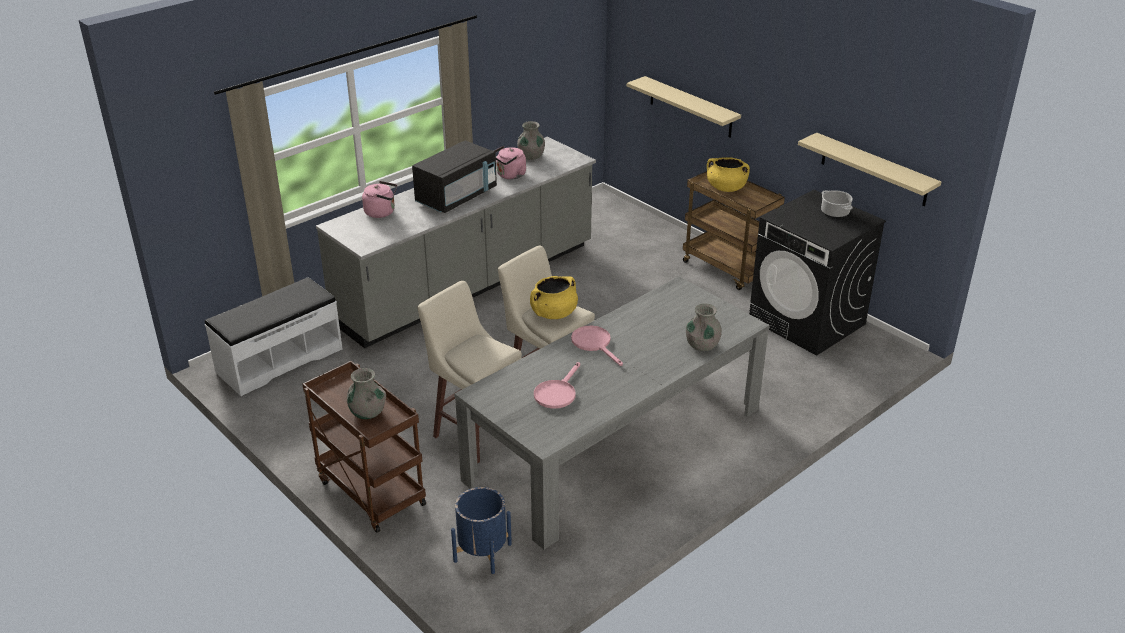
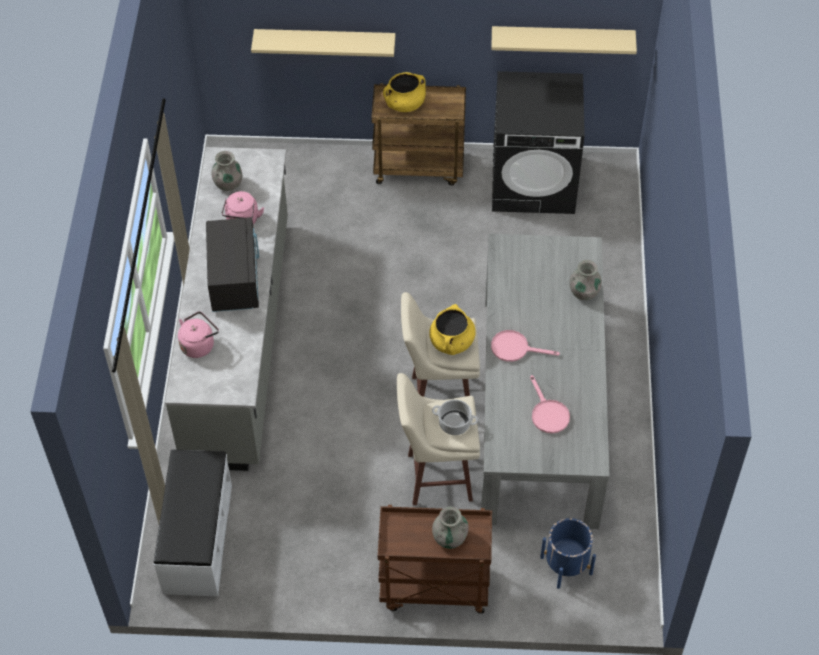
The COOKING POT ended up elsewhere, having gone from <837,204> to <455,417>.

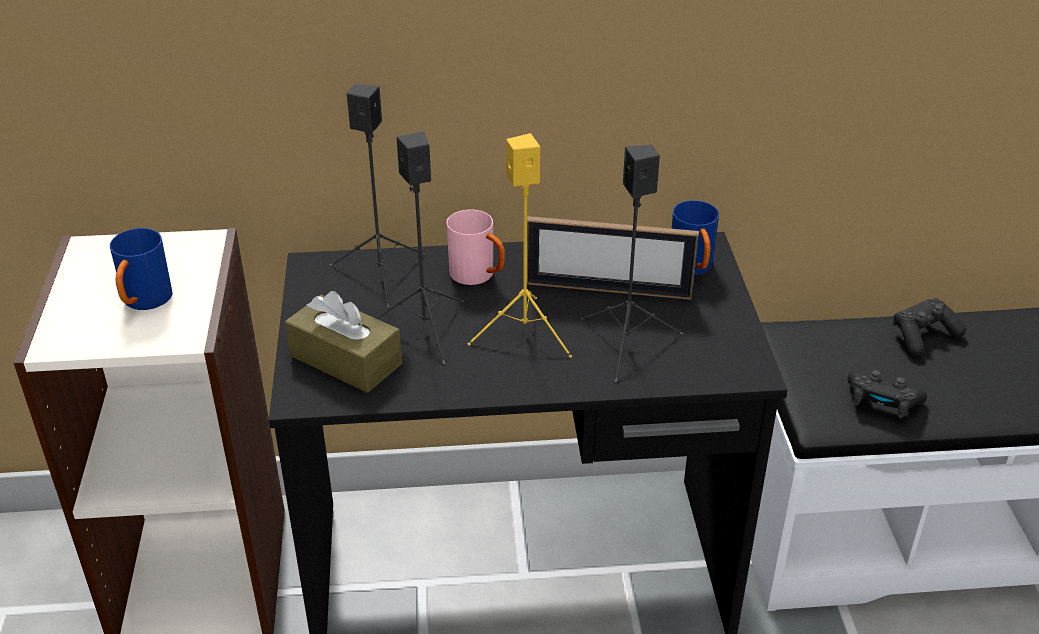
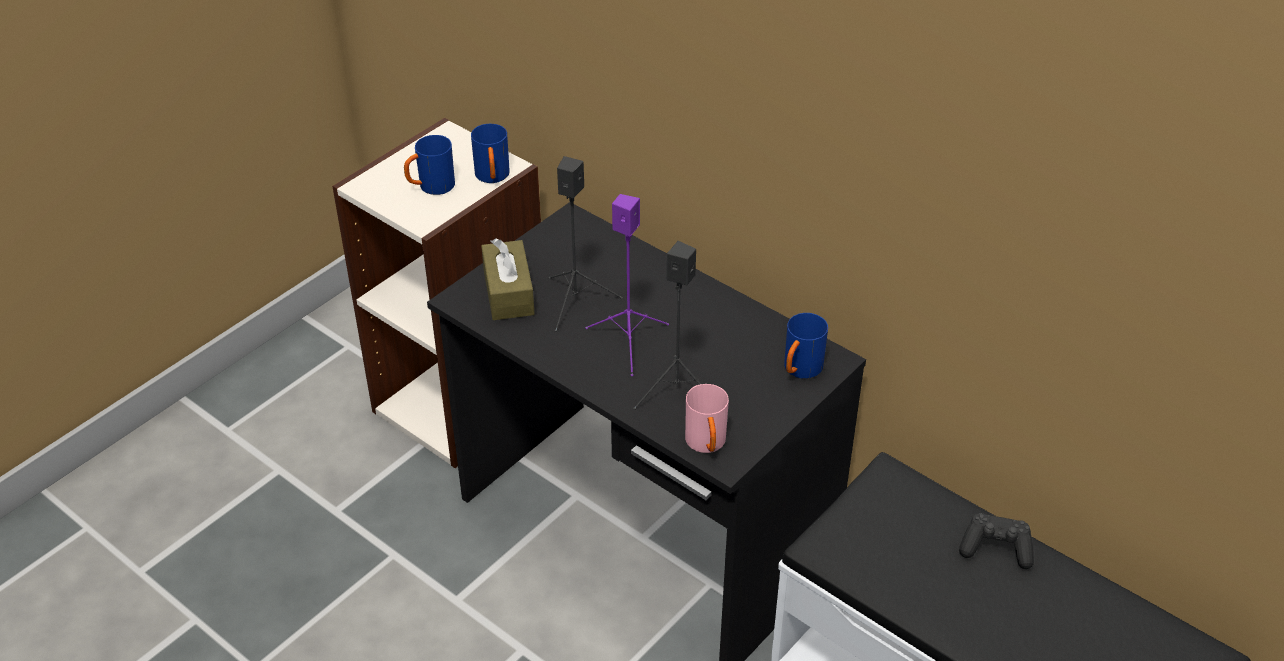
The second view lost the BLACK SPEAKER at <378,196>.
The PINK MUG ended up elsewhere, having gone from <475,247> to <707,418>.
What was the YELLOW SPEAKER at <520,245> turned into the PURPLE SPEAKER at <627,285>.
The second view lost the PICTURE FRAME at <613,258>.
The second view lost the BLACK GAME CONTROLLER at <887,394>.
The second view gained the BLUE MUG at <490,153>.

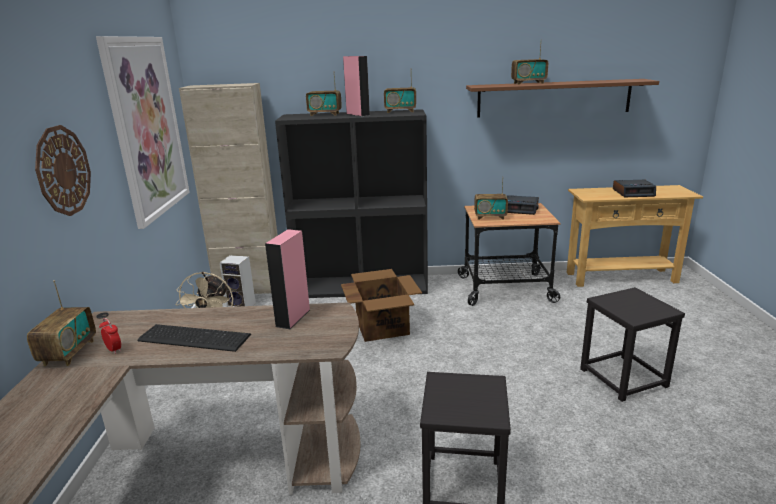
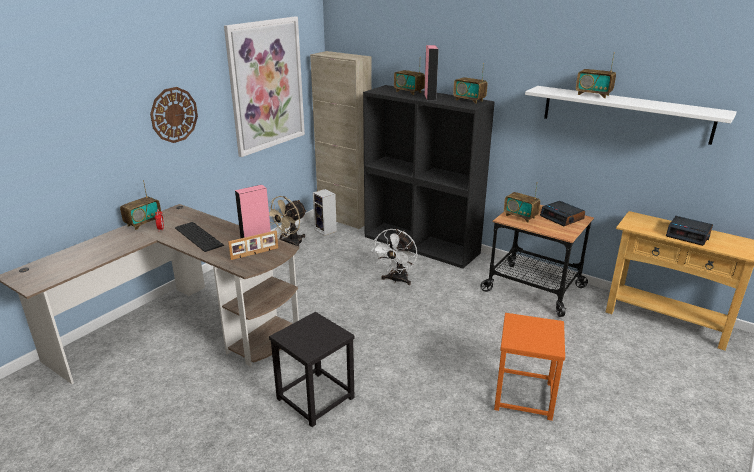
Where the CARDBOARD BOX stood at <381,305>, the WHITE FAN came to stand at <394,257>.
What was the BROWN SHELF at <562,98> turned into the WHITE SHELF at <631,115>.
What was the BLACK STOOL at <632,344> turned into the ORANGE STOOL at <529,367>.
The second view gained the PICTURE FRAME at <253,245>.

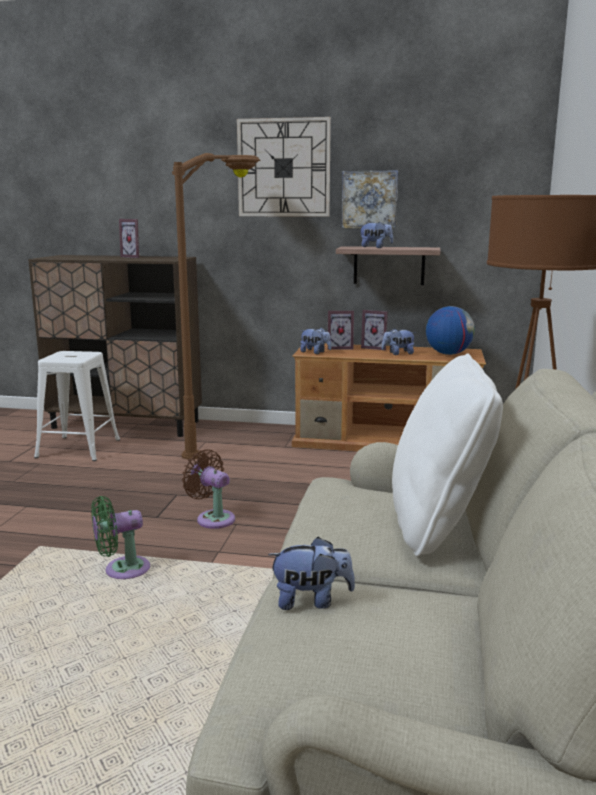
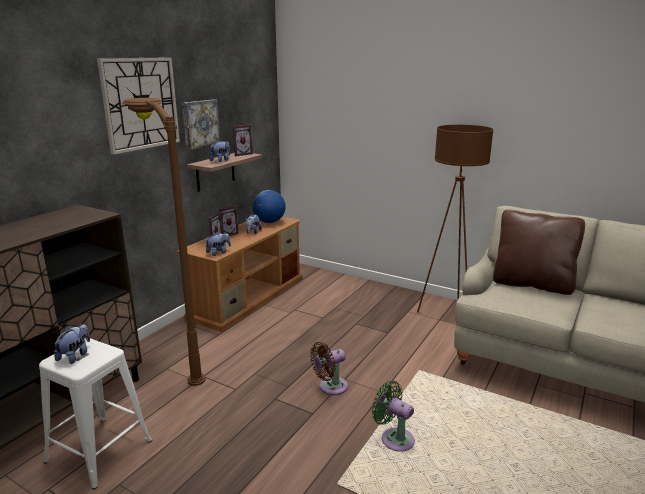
The GREEN FAN at <120,537> ended up facing another way, 135 degrees clockwise from before.
The PICTURE FRAME ended up elsewhere, having gone from <130,238> to <243,140>.
The PLUSH TOY ended up elsewhere, having gone from <311,573> to <72,344>.
What was the WHITE PILLOW at <447,455> turned into the BROWN PILLOW at <539,252>.

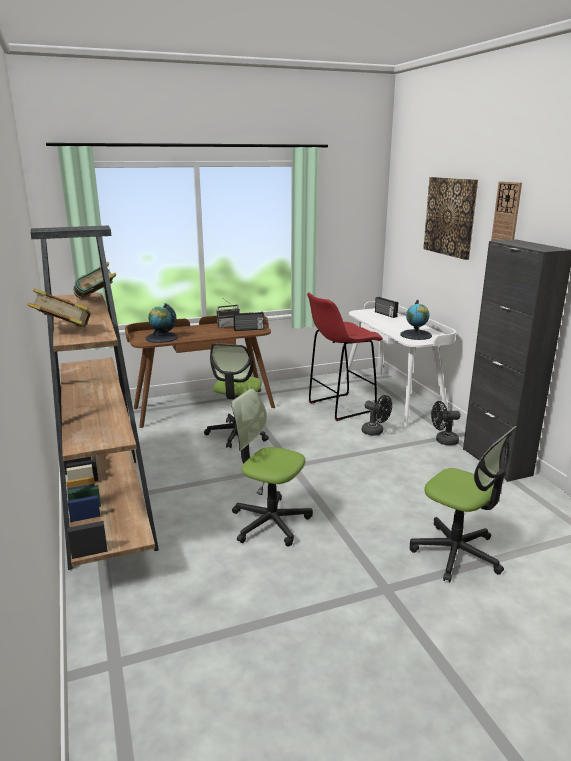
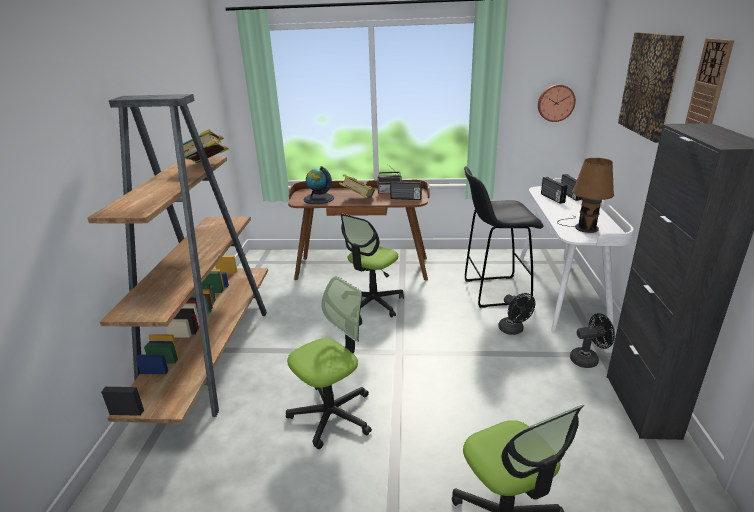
The BOOK ended up elsewhere, having gone from <59,307> to <357,186>.
The OFFICE CHAIR at <272,467> ended up facing another way, 90 degrees clockwise from before.
What was the RED STOOL at <345,356> turned into the BLACK STOOL at <504,237>.
Where the GLOBE stood at <416,320>, the BROWN TABLE LAMP came to stand at <585,195>.
The BLACK FAN at <445,423> ended up facing another way, 150 degrees clockwise from before.
The second view gained the WALL CLOCK at <557,103>.
The second view gained the RADIO at <554,190>.

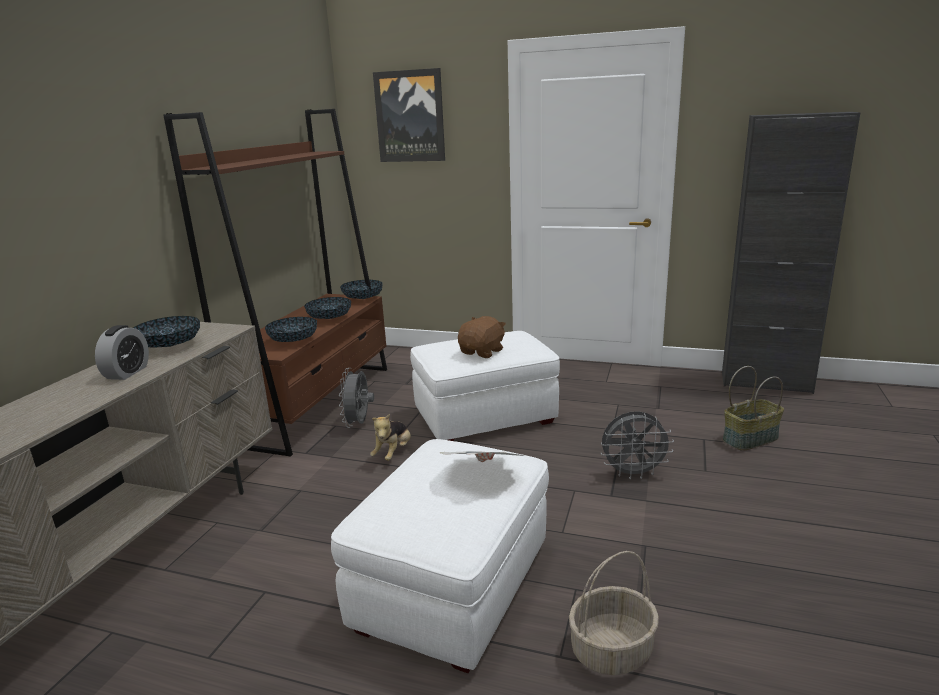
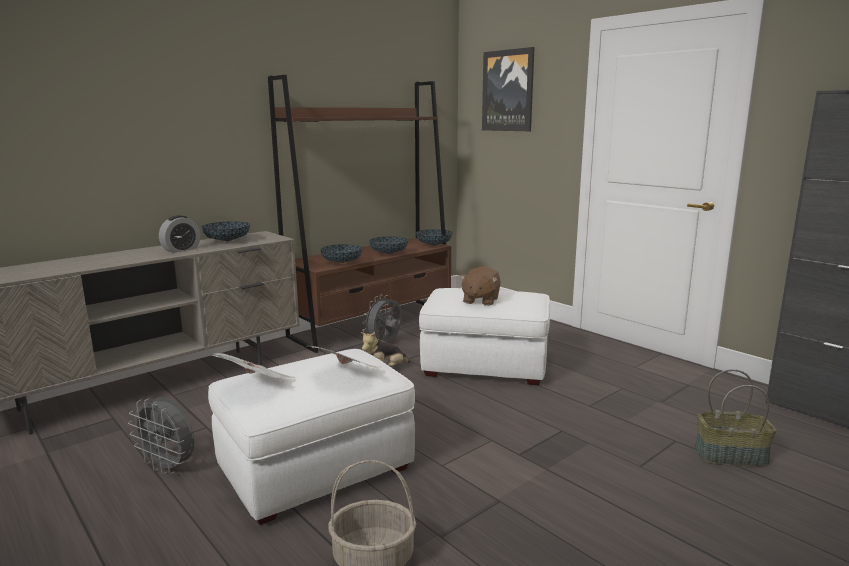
The BROWN PLUSH TOY at <482,337> ended up facing another way, 135 degrees clockwise from before.
The GREY FAN ended up elsewhere, having gone from <637,445> to <161,435>.
The second view gained the NEWSPAPER at <253,366>.

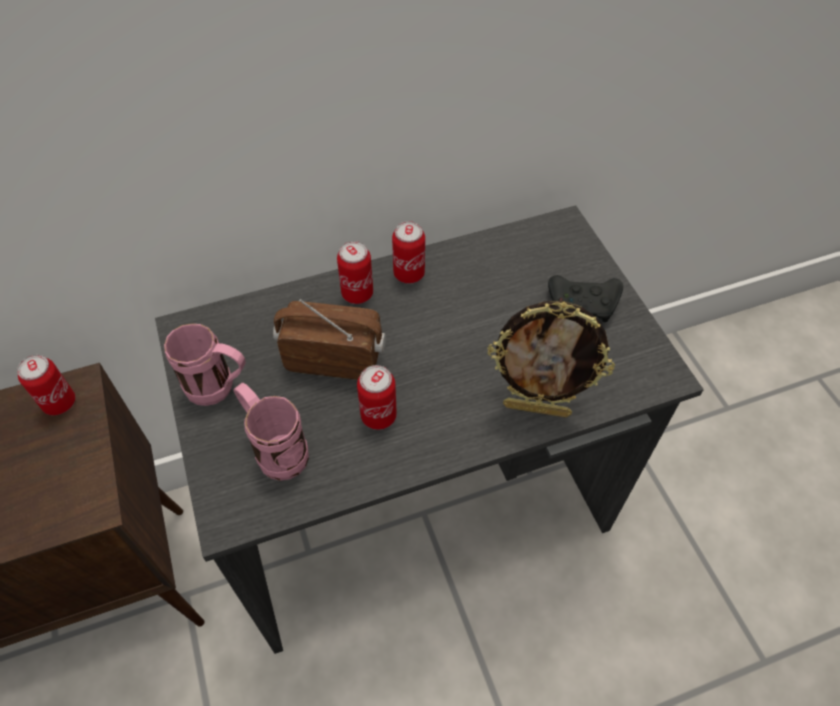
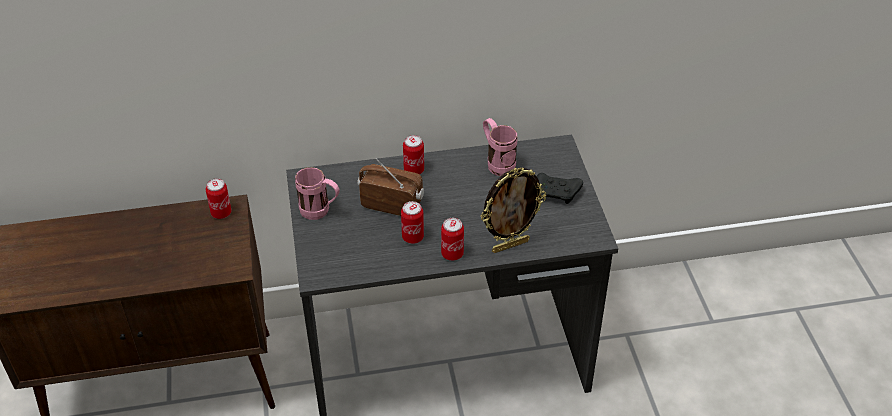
The PINK MUG ended up elsewhere, having gone from <271,432> to <500,147>.
The CAN ended up elsewhere, having gone from <408,252> to <452,239>.
The PICTURE FRAME at <551,359> ended up facing another way, 45 degrees counterclockwise from before.

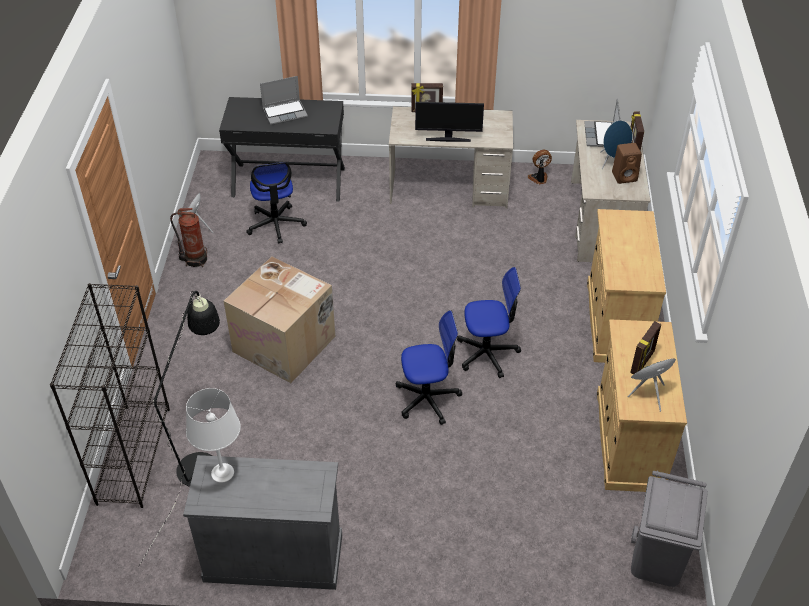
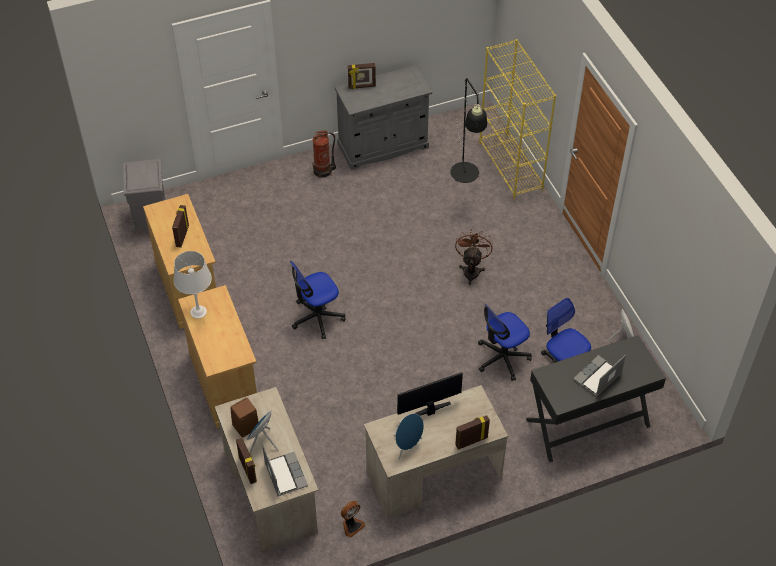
What was the BLACK BOOKCASE at <110,395> turned into the YELLOW BOOKCASE at <517,119>.
The FIRE EXTINGUISHER ended up elsewhere, having gone from <188,237> to <324,154>.
The WHITE TABLE LAMP ended up elsewhere, having gone from <213,435> to <193,284>.
Where the CARDBOARD BOX stood at <279,320>, the BROWN FAN came to stand at <474,257>.
The OFFICE CHAIR ended up elsewhere, having gone from <429,367> to <505,342>.
The BLUE SPEAKER ended up elsewhere, having gone from <652,385> to <409,437>.
The second view gained the PICTURE FRAME at <362,76>.

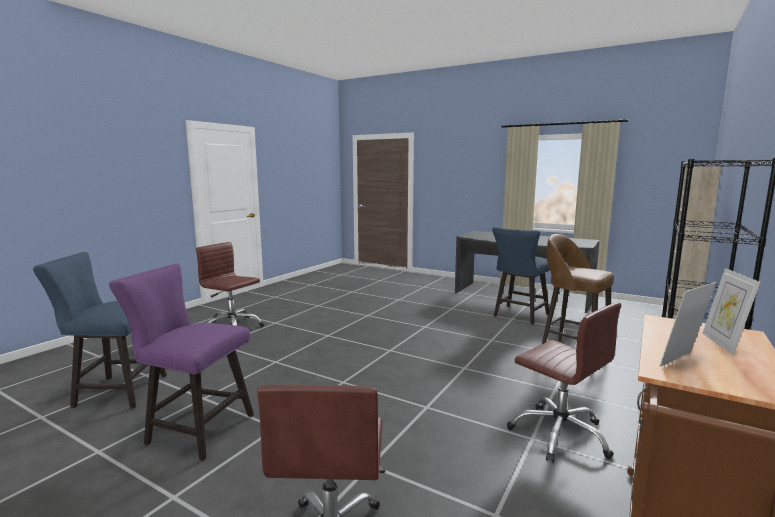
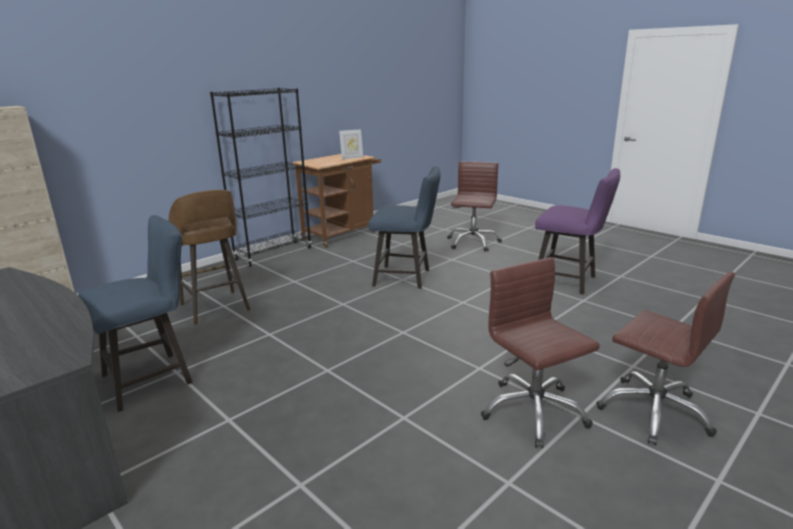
The BLUE CHAIR ended up elsewhere, having gone from <100,330> to <404,227>.
The BROWN OFFICE CHAIR ended up elsewhere, having gone from <564,382> to <540,352>.
The second view lost the PICTURE FRAME at <732,311>.

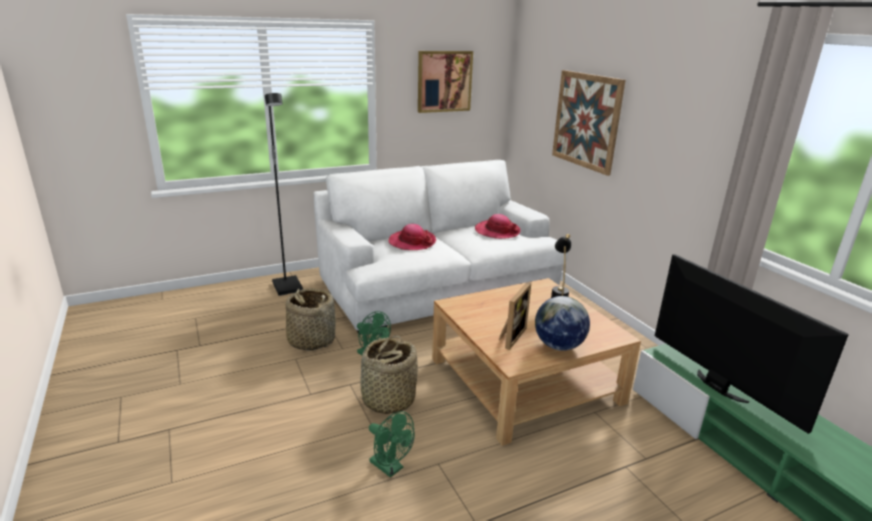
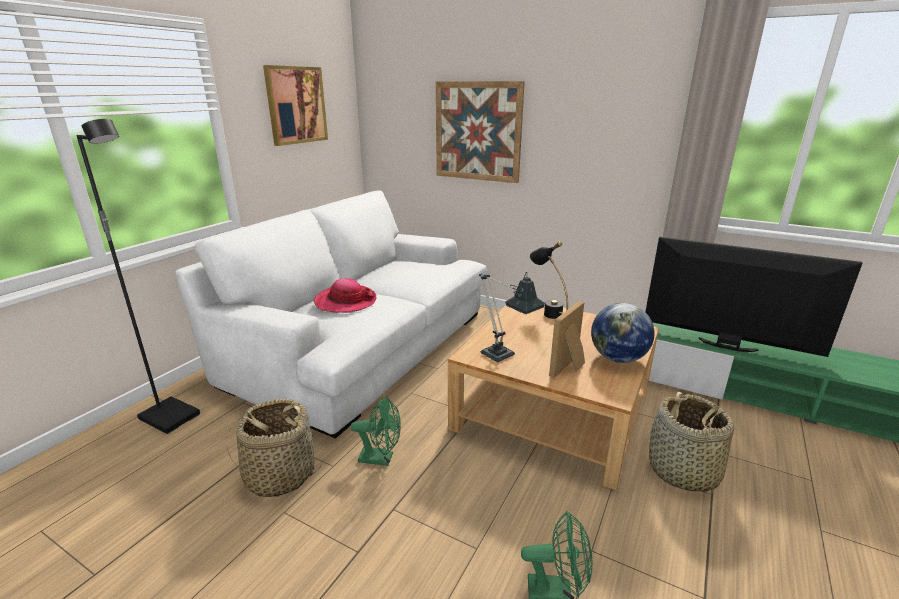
The BASKET ended up elsewhere, having gone from <389,375> to <691,443>.
The second view lost the HAT at <498,226>.
The PICTURE FRAME at <515,316> ended up facing another way, 135 degrees counterclockwise from before.
The second view gained the TABLE LAMP at <512,317>.

